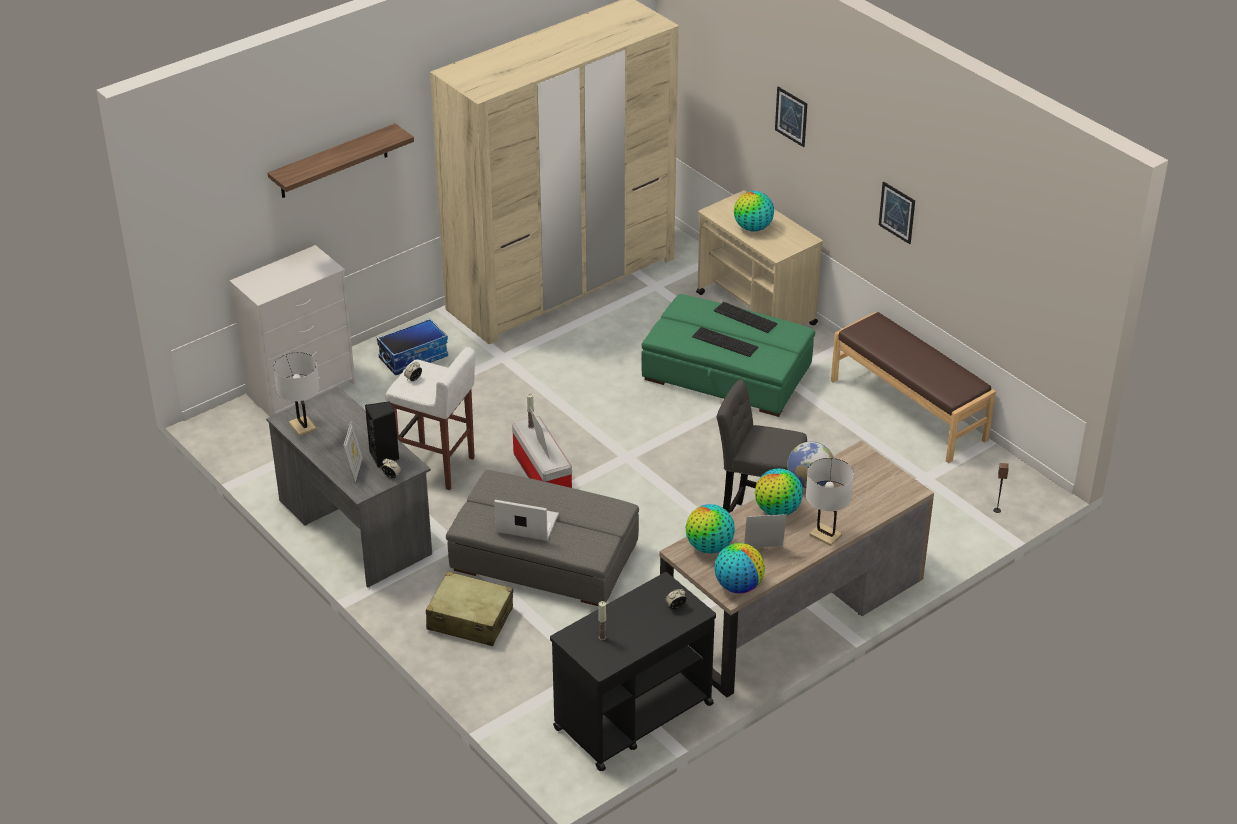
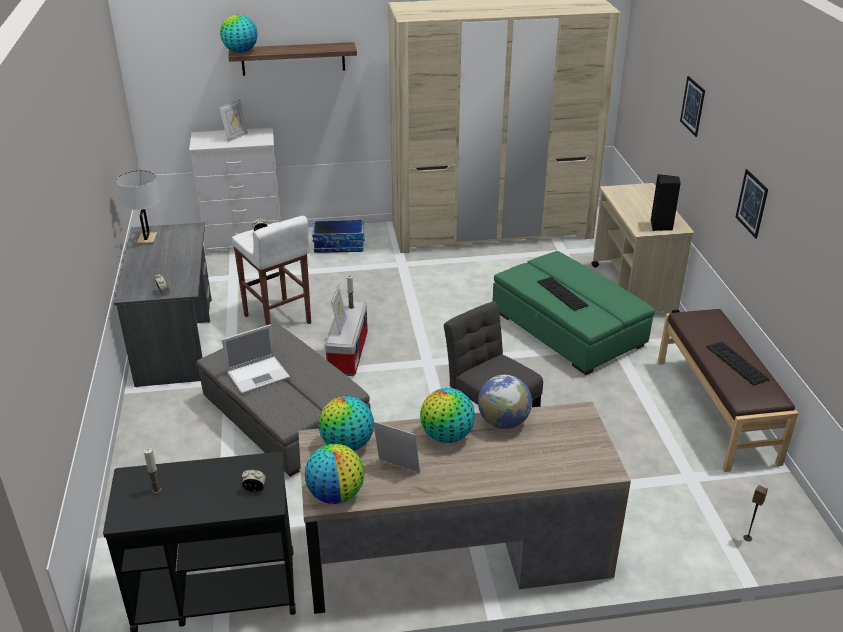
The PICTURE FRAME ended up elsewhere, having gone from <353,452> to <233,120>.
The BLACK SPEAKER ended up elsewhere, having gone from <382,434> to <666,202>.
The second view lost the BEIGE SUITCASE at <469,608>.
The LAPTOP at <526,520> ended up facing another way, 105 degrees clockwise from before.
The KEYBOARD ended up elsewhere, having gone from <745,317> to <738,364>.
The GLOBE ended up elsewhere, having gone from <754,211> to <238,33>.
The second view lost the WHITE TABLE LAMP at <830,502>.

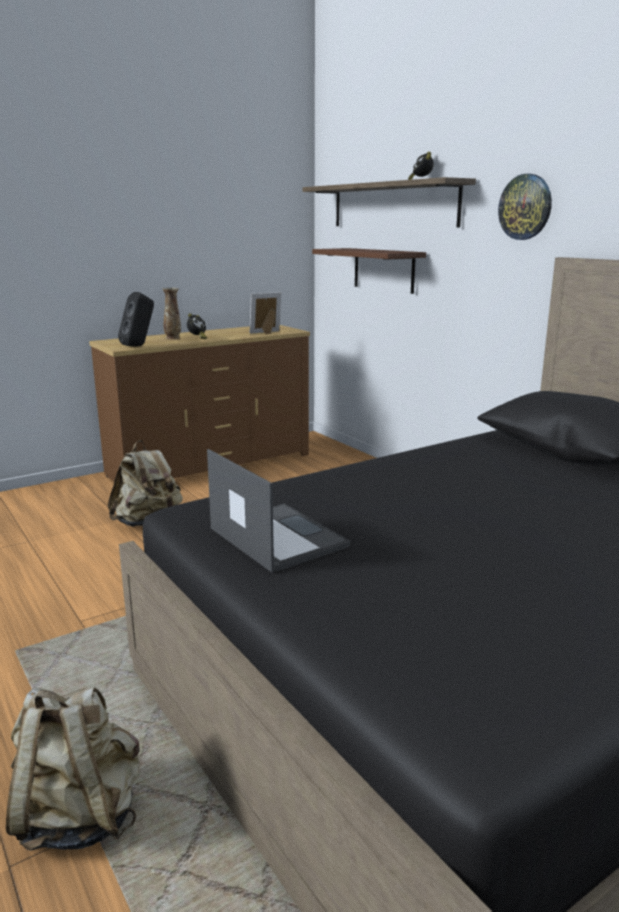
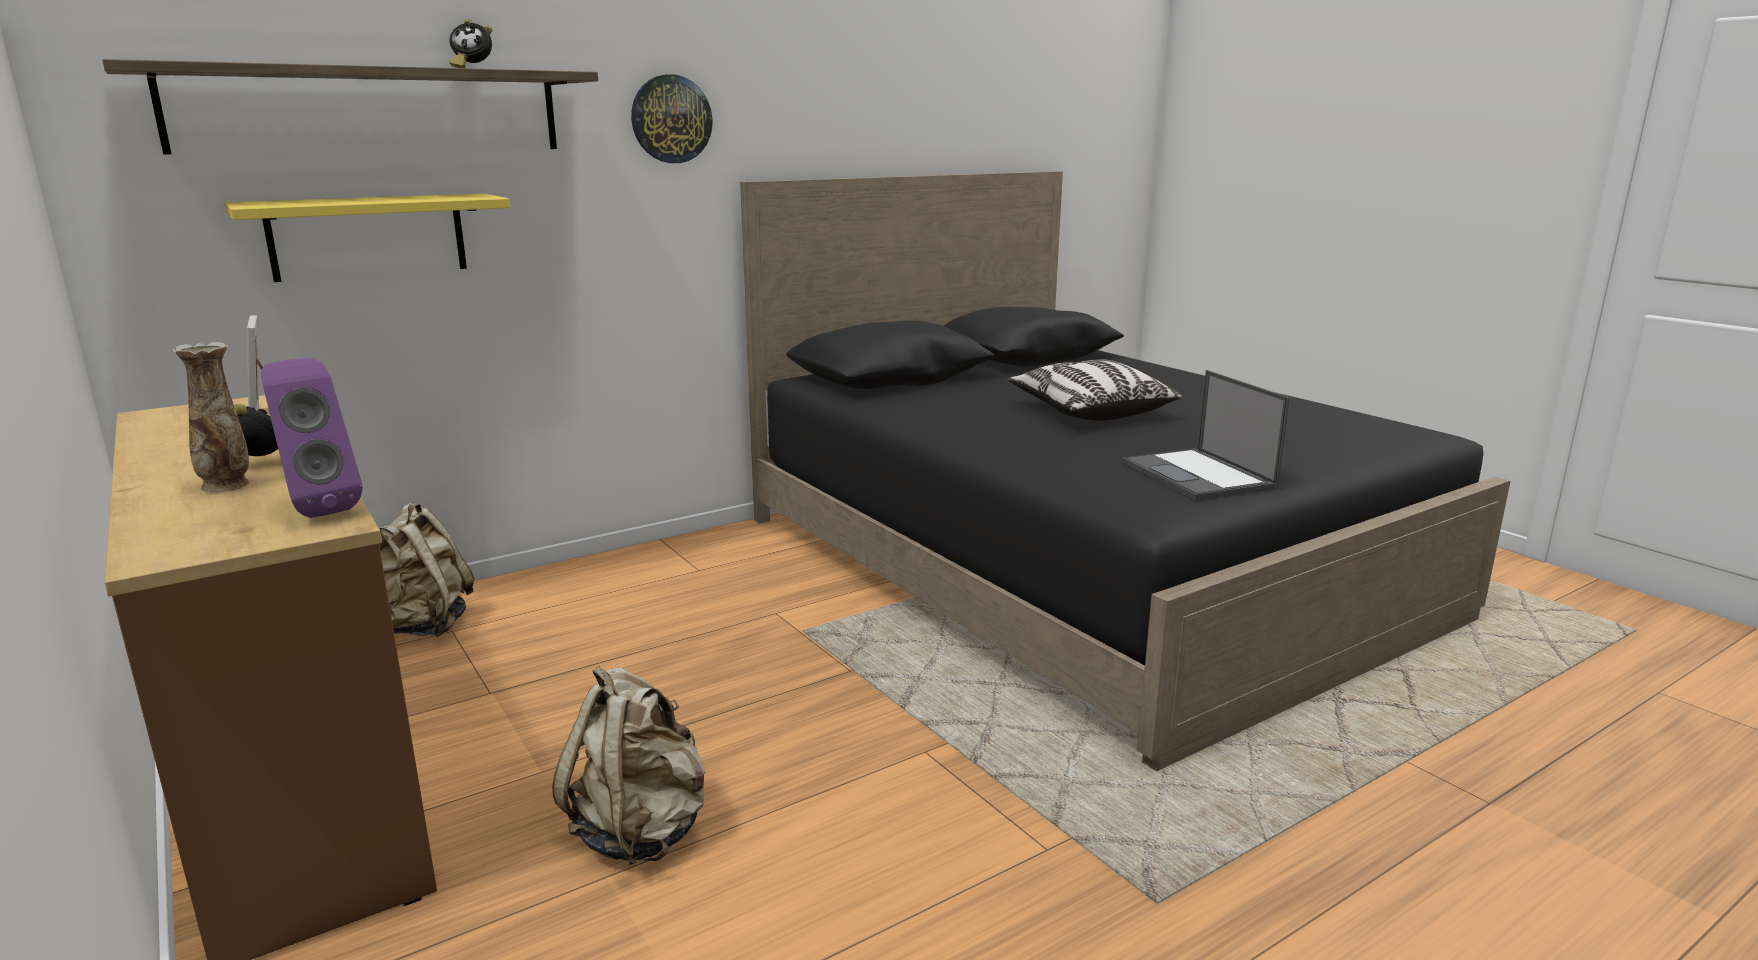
The BEIGE BACKPACK ended up elsewhere, having gone from <73,769> to <427,569>.
What was the BLACK SPEAKER at <136,319> turned into the PURPLE SPEAKER at <312,438>.
The LAPTOP at <279,511> ended up facing another way, 75 degrees counterclockwise from before.
What was the BROWN SHELF at <369,271> turned into the YELLOW SHELF at <367,237>.
The second view gained the PILLOW at <1095,390>.

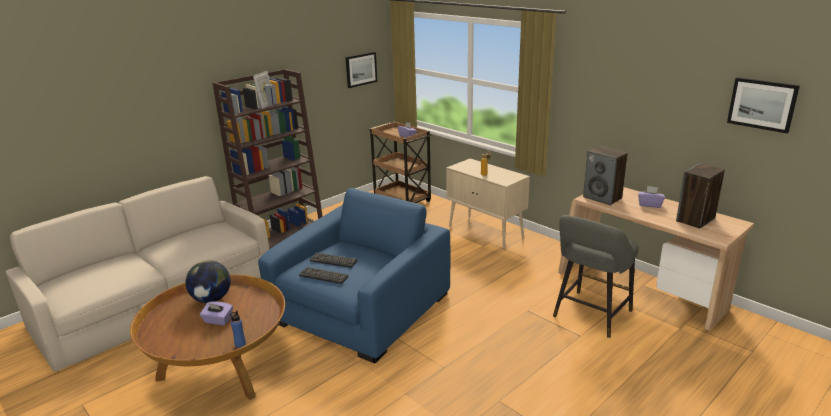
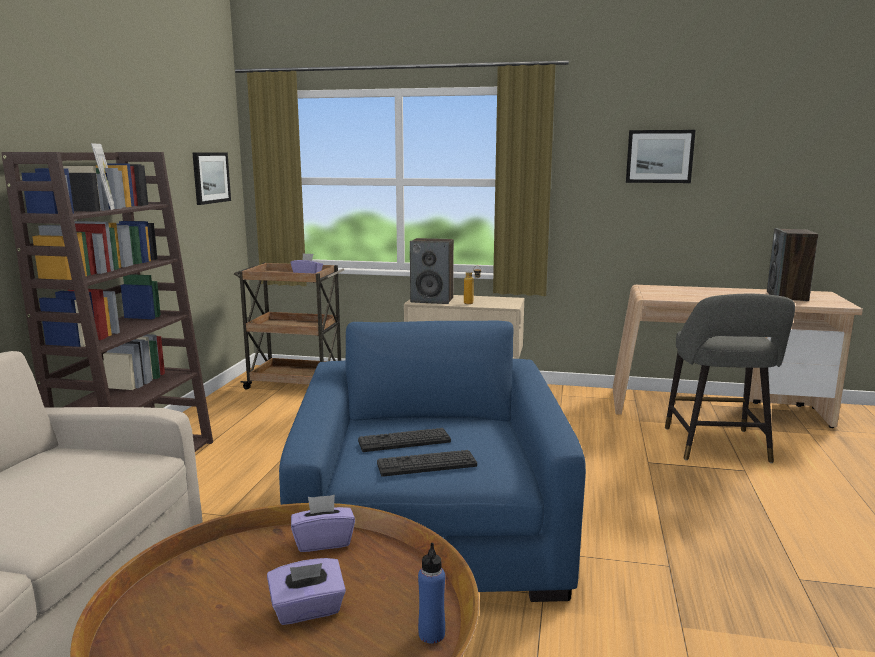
The second view lost the GLOBE at <208,281>.
The SPEAKER ended up elsewhere, having gone from <605,175> to <432,271>.
The PURPLE TISSUE BOX ended up elsewhere, having gone from <651,197> to <323,523>.
The PICTURE ended up elsewhere, having gone from <763,105> to <661,156>.

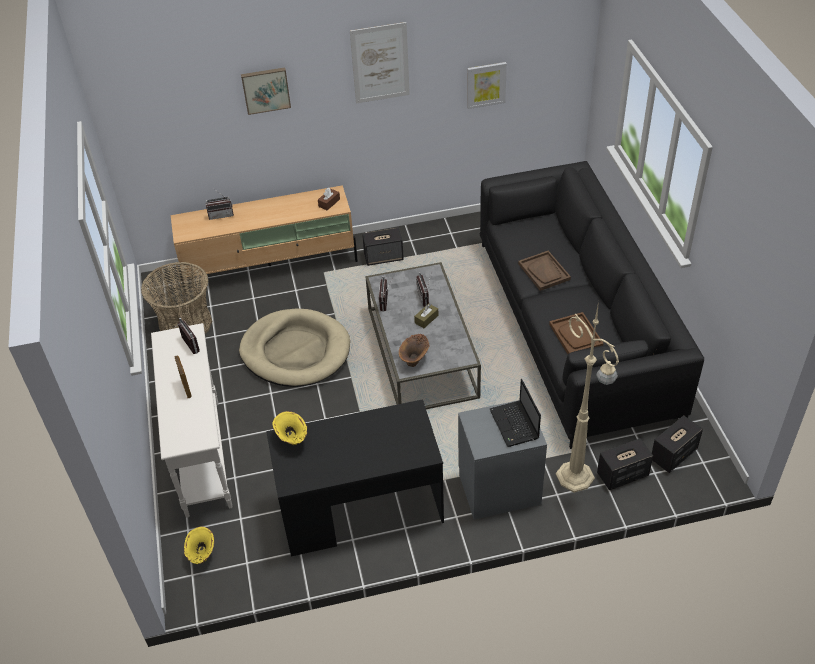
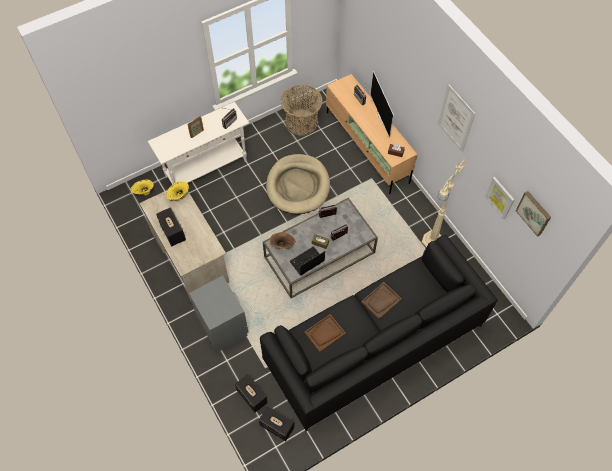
The PICTURE ended up elsewhere, having gone from <266,91> to <533,214>.
What was the BLACK DESK at <355,477> turned into the BEIGE DESK at <184,246>.
The SPEAKER ended up elsewhere, having gone from <383,247> to <171,226>.
The LAPTOP ended up elsewhere, having gone from <515,413> to <307,261>.
The BEIGE FLOOR LAMP ended up elsewhere, having gone from <587,397> to <443,202>.
The second view gained the TELEVISION at <382,104>.

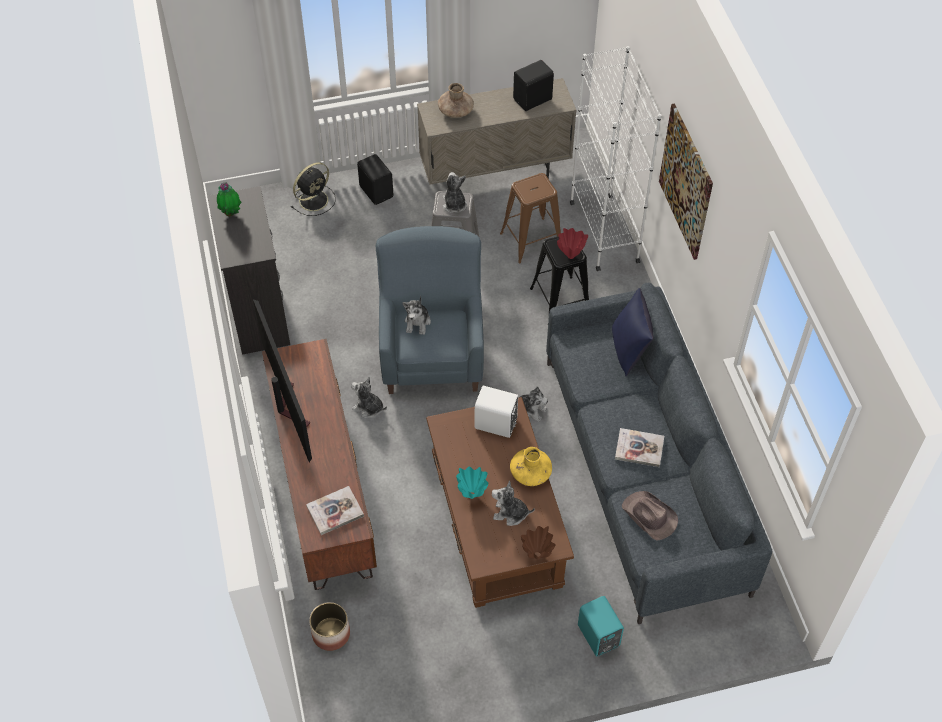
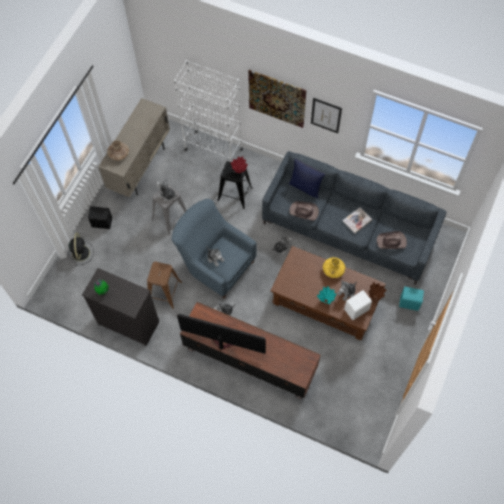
The second view lost the BOOK at <335,510>.
The second view lost the PLANTER at <329,626>.
The WHITE SPEAKER ended up elsewhere, having gone from <496,412> to <358,305>.
The BROWN STOOL ended up elsewhere, having gone from <530,218> to <164,285>.
The second view lost the BLACK SPEAKER at <533,85>.
The second view gained the BROWN HAT at <304,211>.
The second view gained the PICTURE at <326,115>.

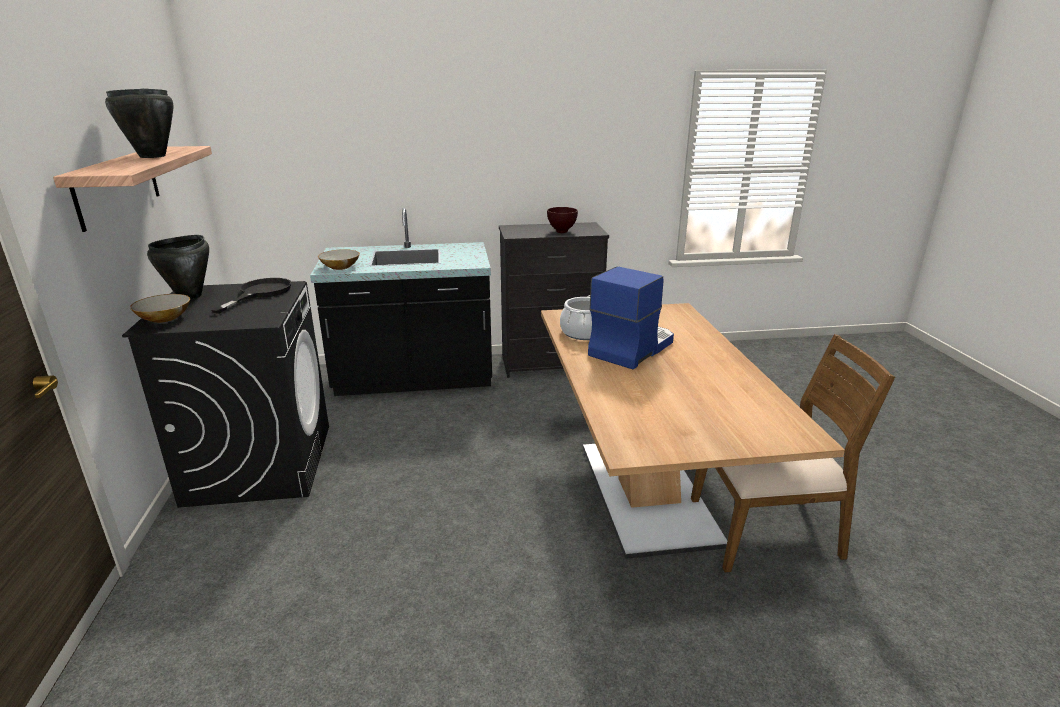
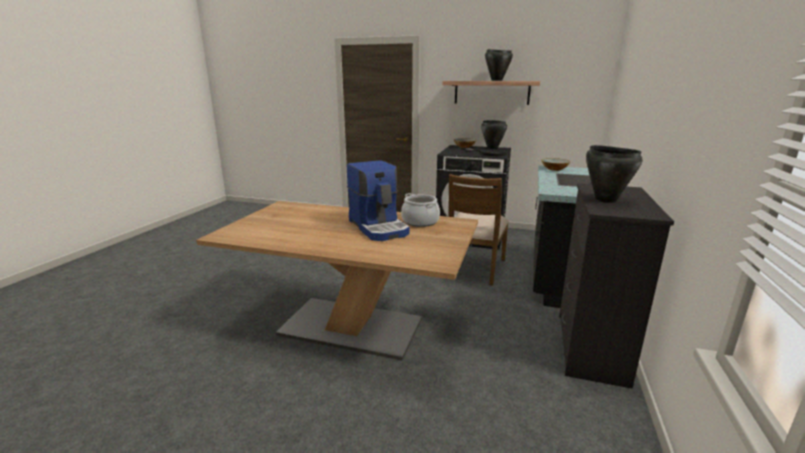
Where the BROWN BOWL stood at <562,220>, the BLACK COOKING POT came to stand at <614,174>.
The BROWN CHAIR ended up elsewhere, having gone from <793,453> to <478,230>.

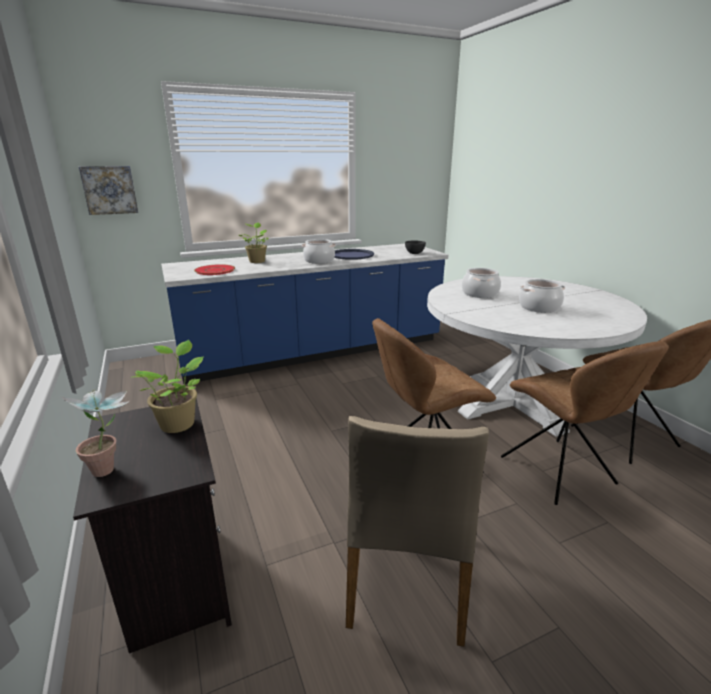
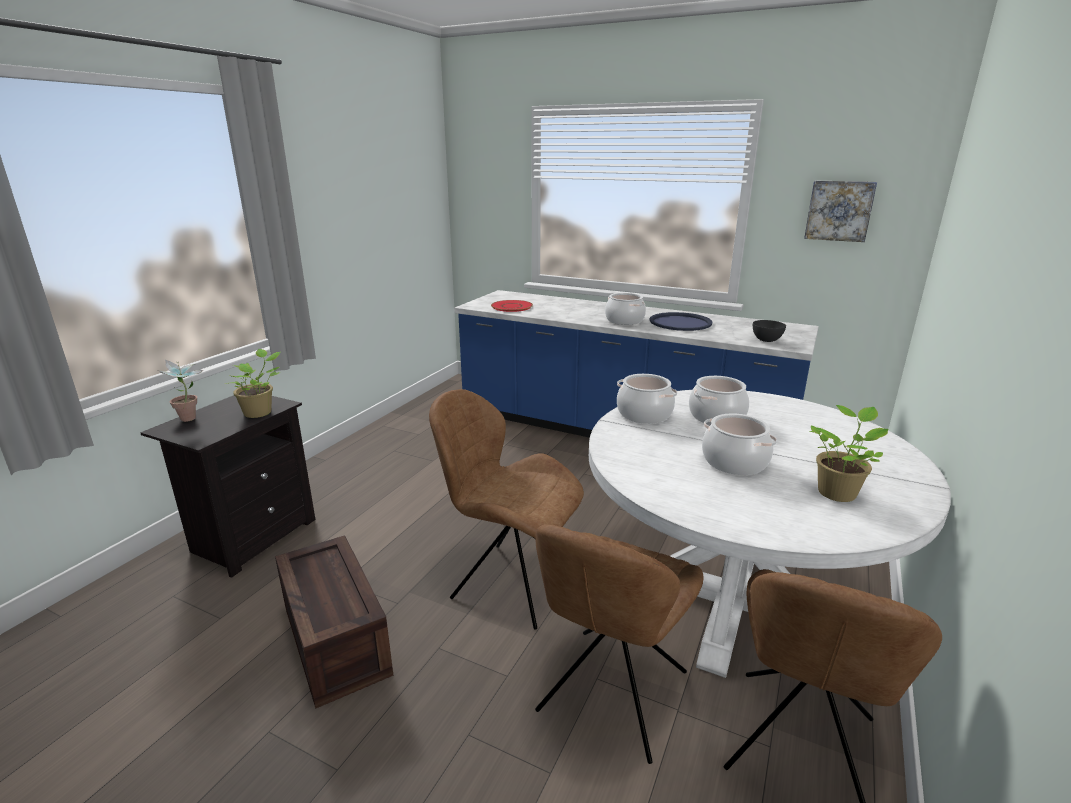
The PICTURE ended up elsewhere, having gone from <108,190> to <840,211>.
The POTTED PLANT ended up elsewhere, having gone from <254,242> to <849,453>.
Where the BEIGE CHAIR stood at <417,531>, the CRATE came to stand at <334,621>.
The second view gained the COOKING POT at <647,399>.

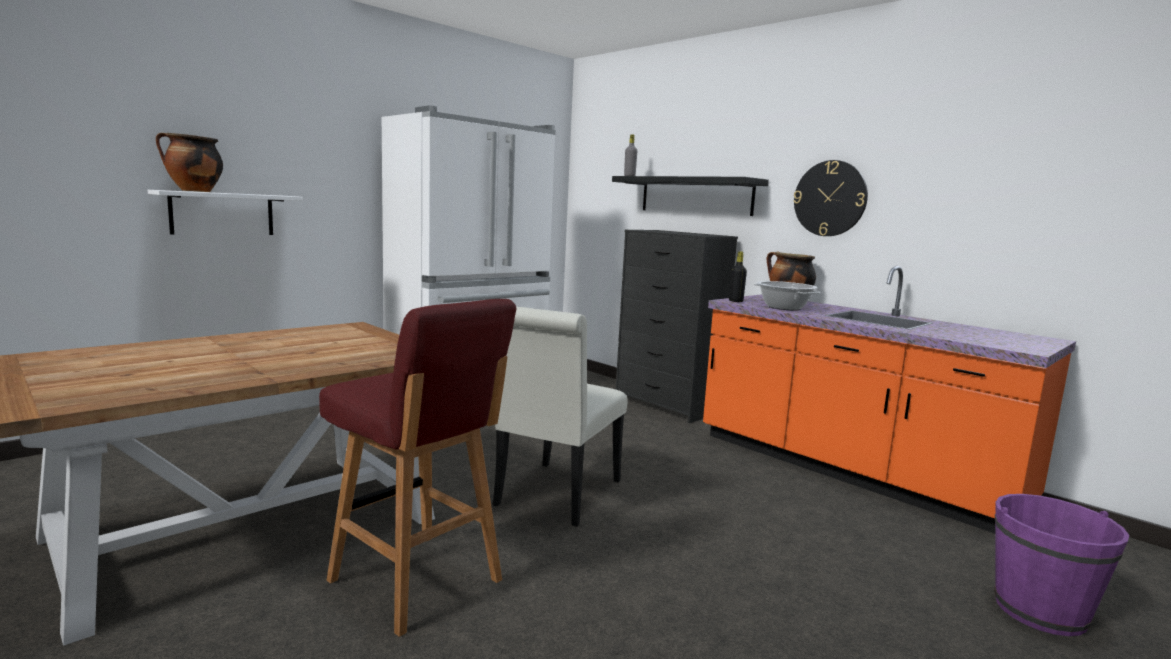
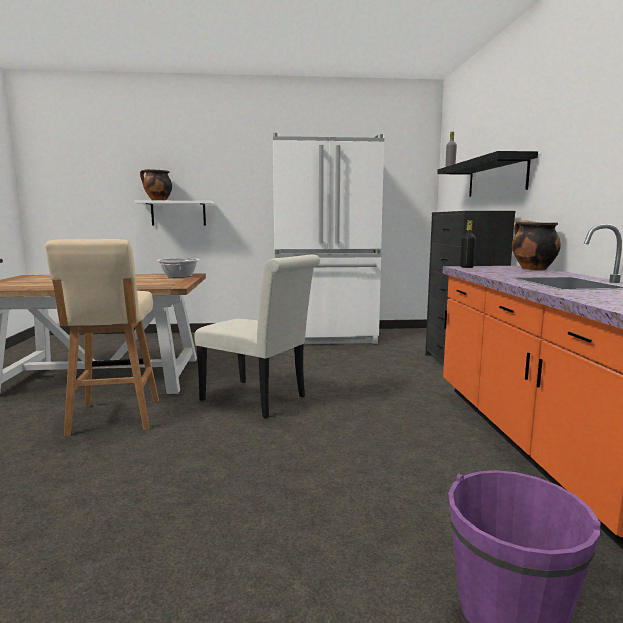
What was the RED STOOL at <418,468> turned into the BEIGE STOOL at <102,337>.
The WHITE CHAIR at <560,416> ended up facing another way, 120 degrees counterclockwise from before.
The COOKING POT ended up elsewhere, having gone from <787,295> to <178,268>.
The second view lost the WALL CLOCK at <830,198>.

